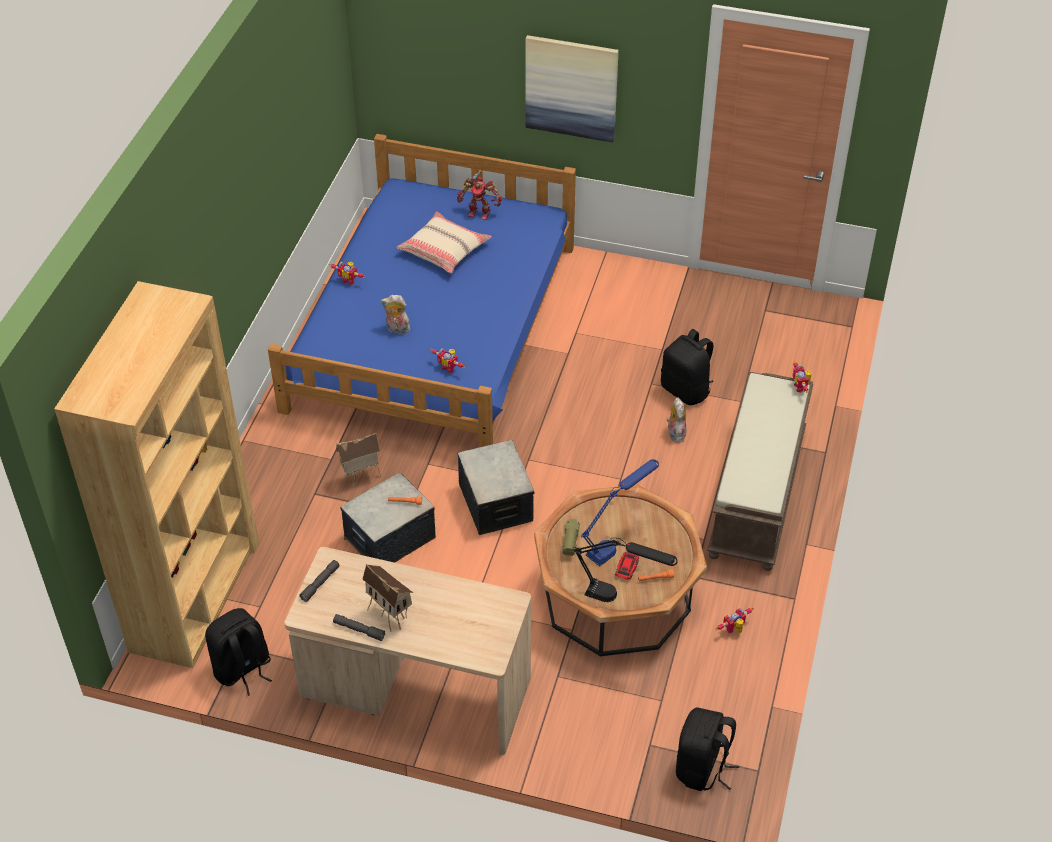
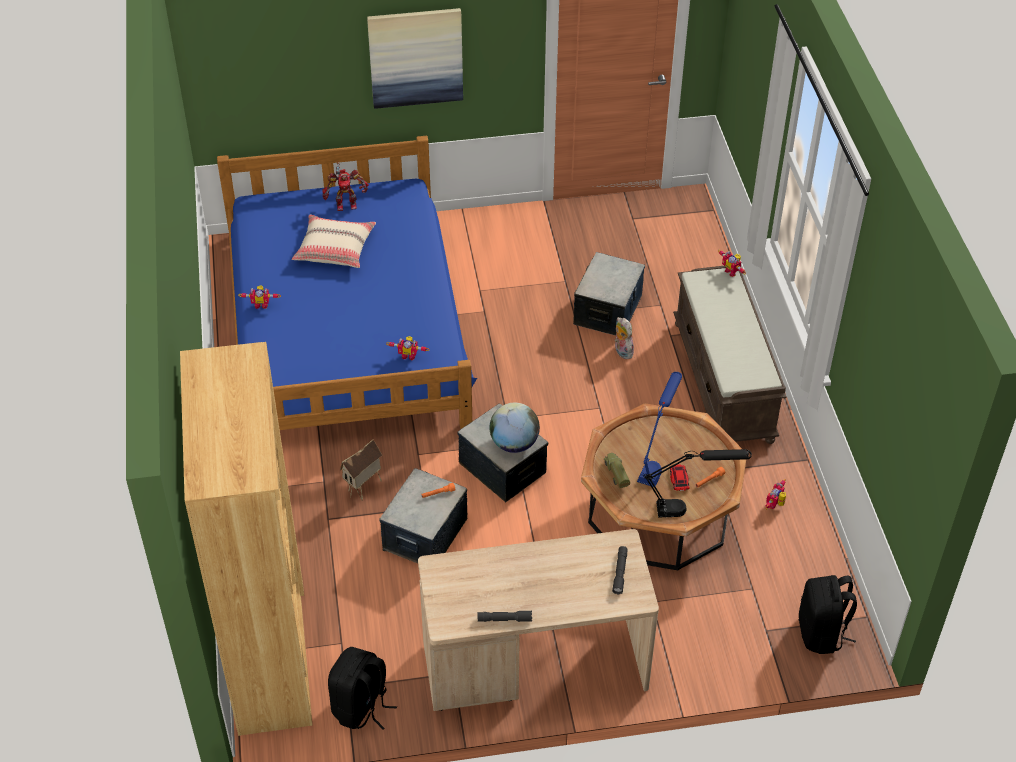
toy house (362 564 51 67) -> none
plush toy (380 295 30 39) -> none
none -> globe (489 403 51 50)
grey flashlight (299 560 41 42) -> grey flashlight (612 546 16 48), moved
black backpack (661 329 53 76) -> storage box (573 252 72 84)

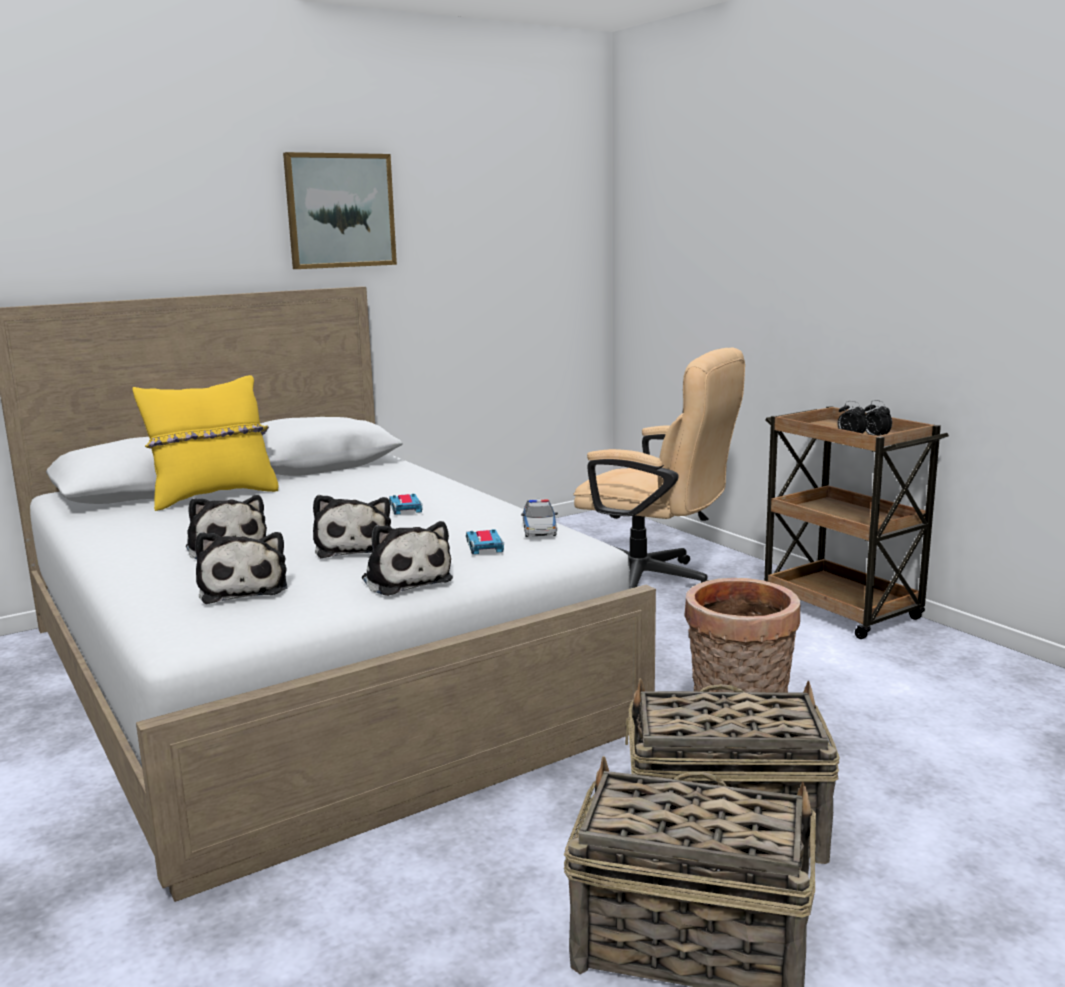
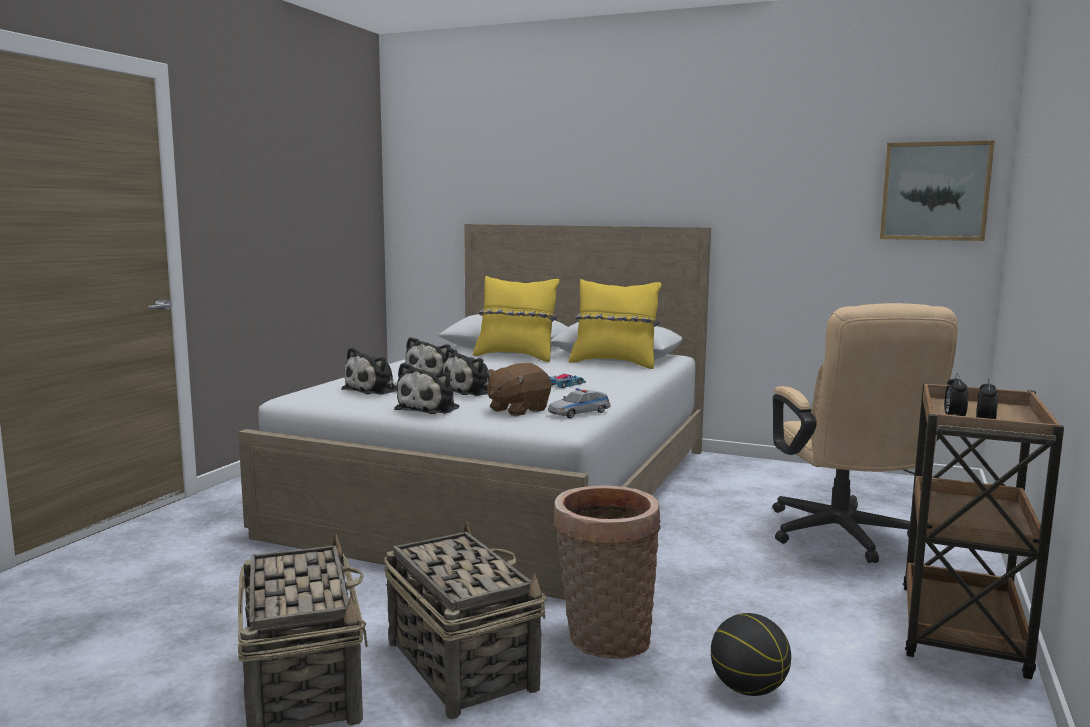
none -> yellow pillow (569 279 92 90)
none -> basketball (711 613 80 83)
picture (283 152 114 117) -> picture (880 140 115 101), moved
toy car (466 529 38 25) -> brown plush toy (487 363 64 53)

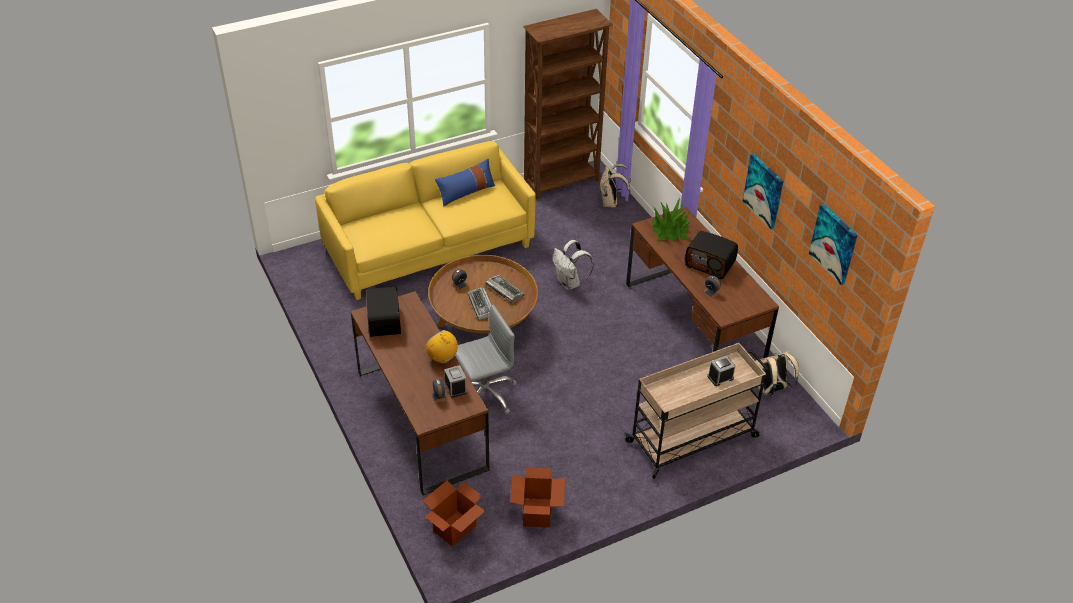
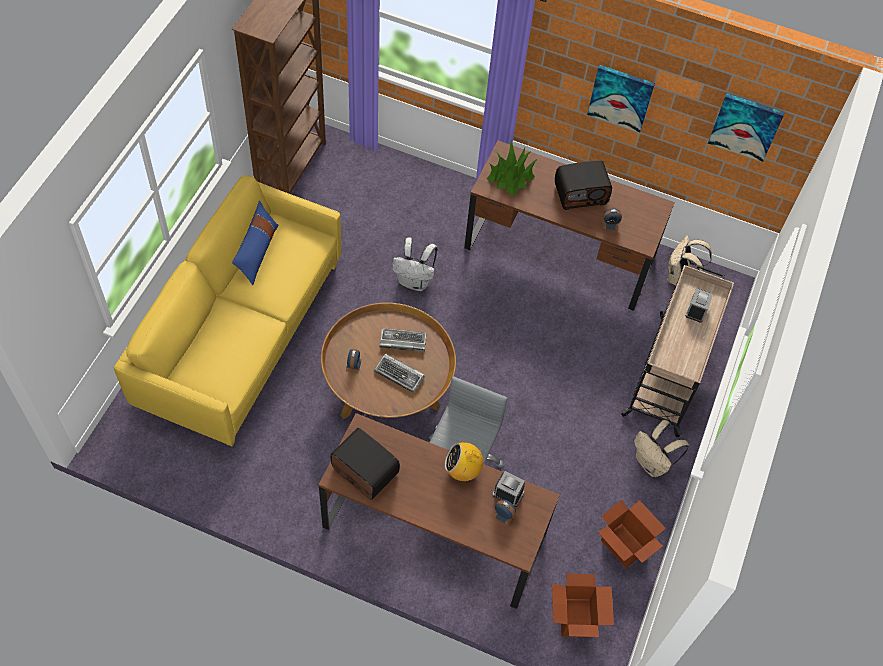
beige backpack (599 164 32 44) -> beige backpack (634 420 55 57), moved

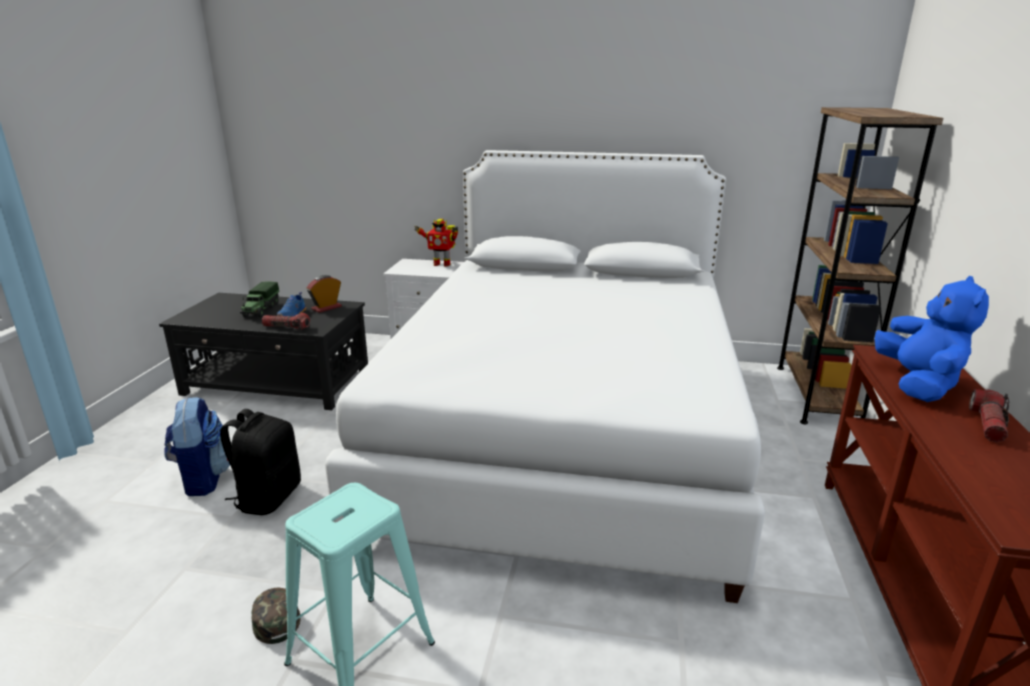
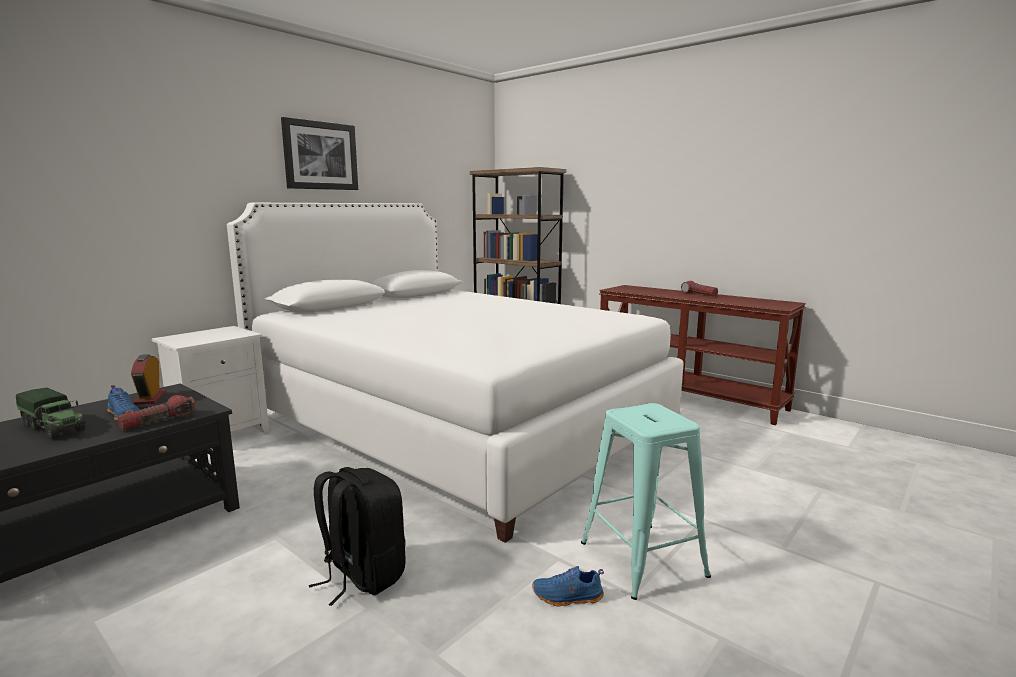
backpack (164 397 66 99) -> none
toy robot (414 219 44 48) -> none
blue plush toy (875 276 114 126) -> none
none -> picture (281 117 77 73)
green cap (252 587 48 57) -> blue shoe (532 566 72 41)

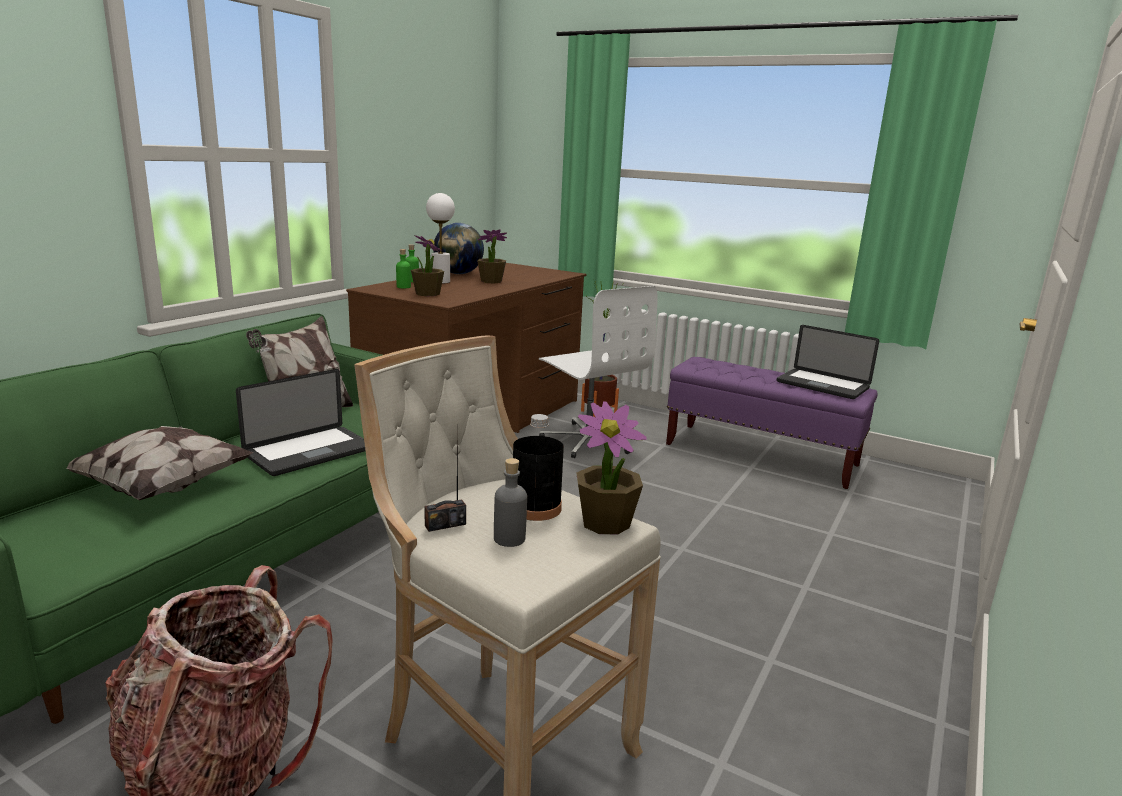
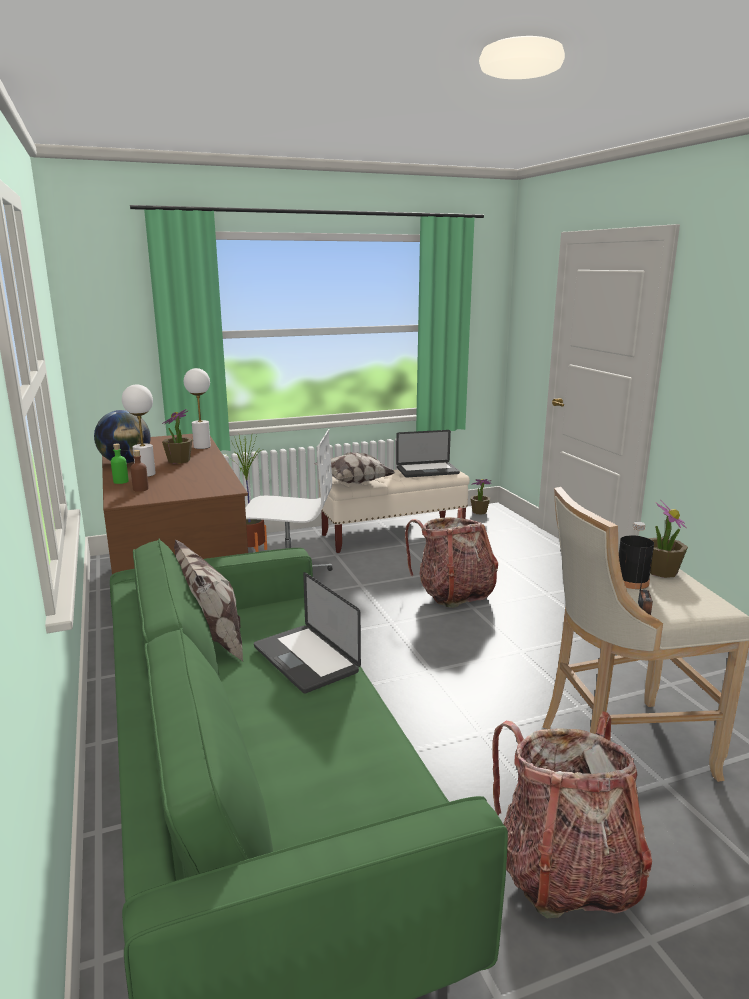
grey bottle (494 458 33 89) -> none
none -> white table lamp (184 368 27 81)
none -> backpack (405 507 93 101)
pillow (66 426 188 75) -> pillow (314 452 82 32), moved
potted plant (411 235 33 61) -> potted plant (470 479 22 36), moved
green bottle (396 249 15 39) -> brown bottle (131 450 18 42)
purple bench (666 357 211 132) -> beige bench (318 470 152 83)
laptop (236 369 130 107) -> laptop (254 572 107 121), 150 degrees clockwise

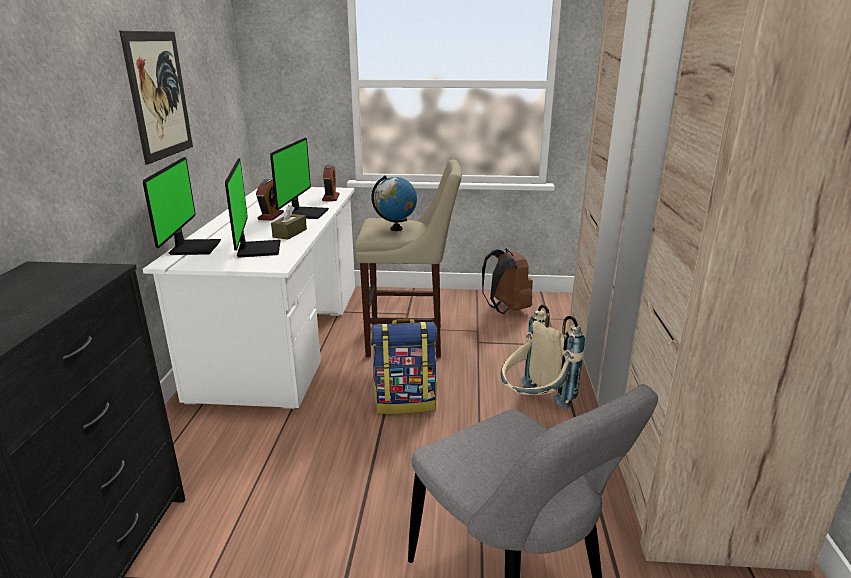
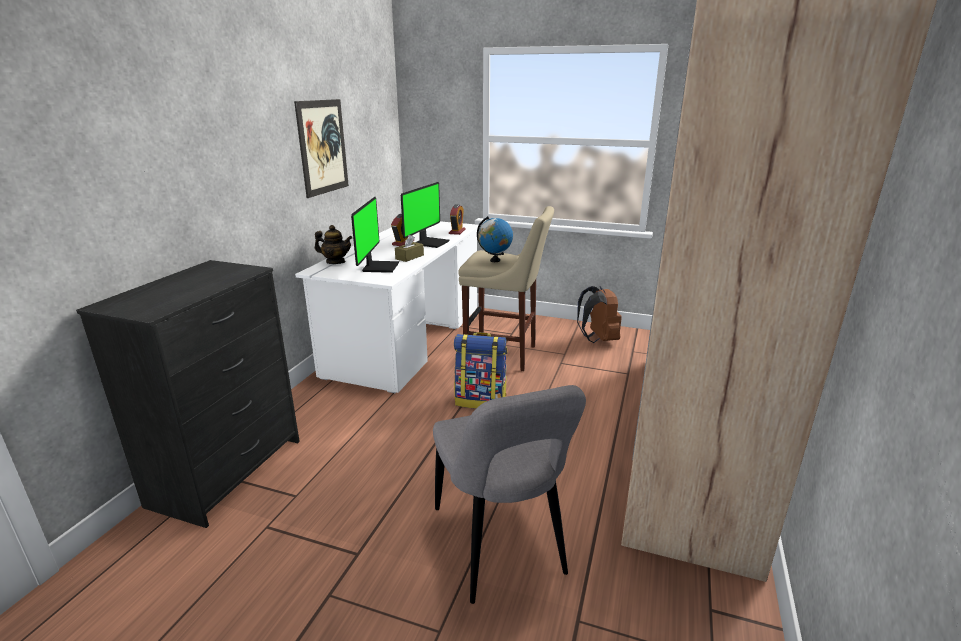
beige backpack (501 305 84 104) -> none
monitor (143 157 78 98) -> teapot (315 225 37 39)

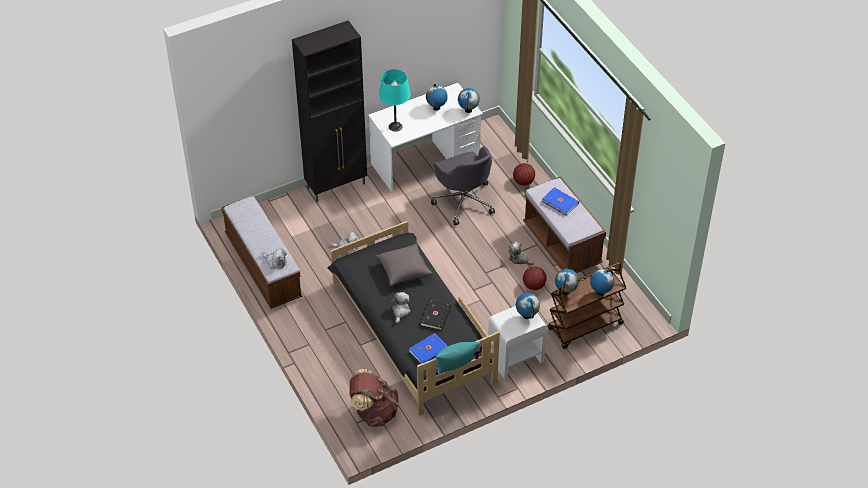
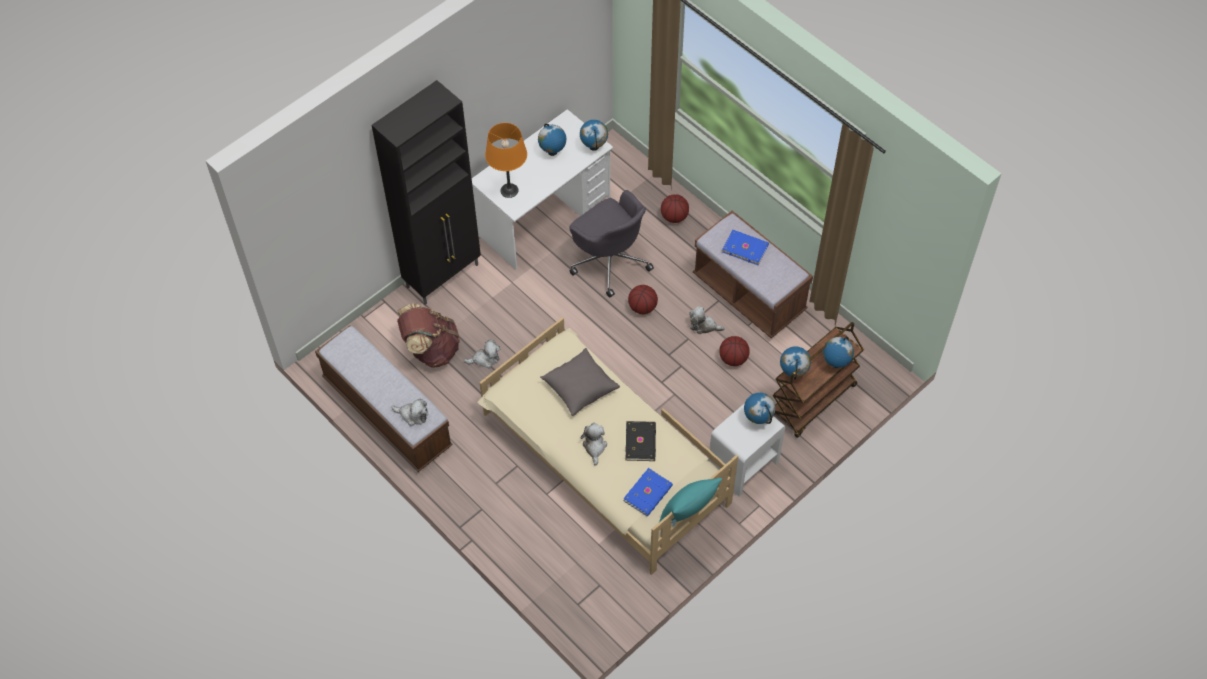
none -> basketball (628 285 30 29)
brown backpack (349 369 50 58) -> brown backpack (397 303 63 65), moved
black bed (327 221 173 195) -> beige bed (477 317 261 258)
turquoise table lamp (379 69 32 63) -> orange table lamp (485 123 42 75)

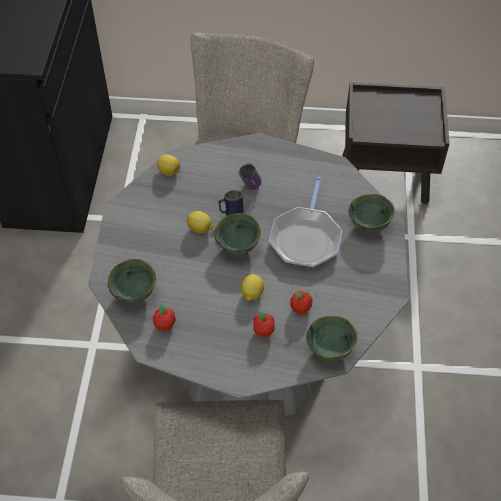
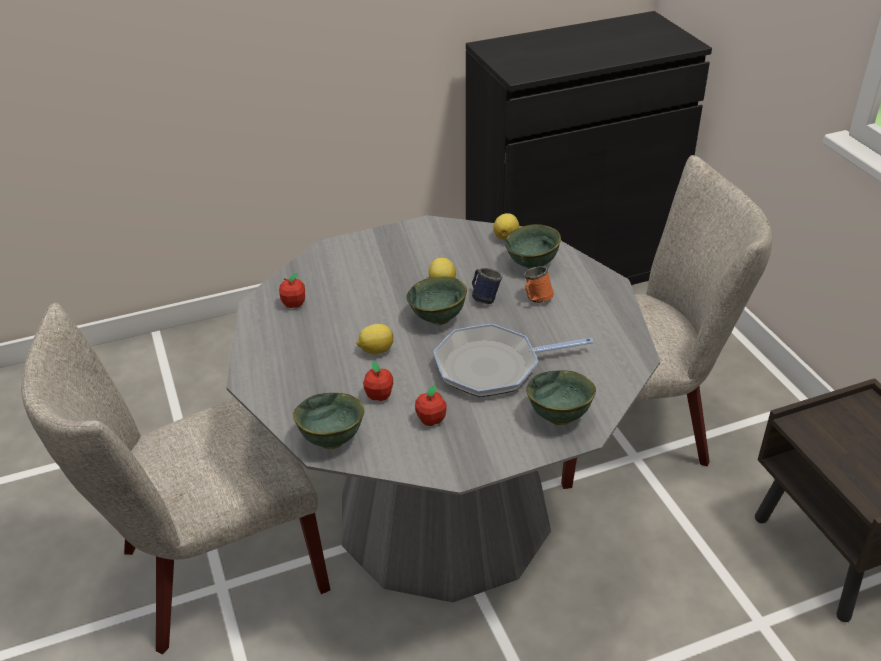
green bowl (108 259 48 44) -> green bowl (505 224 56 45), moved
apple (253 311 22 26) -> apple (415 385 31 41), moved
purple mug (239 164 22 25) -> orange mug (524 266 30 37)

